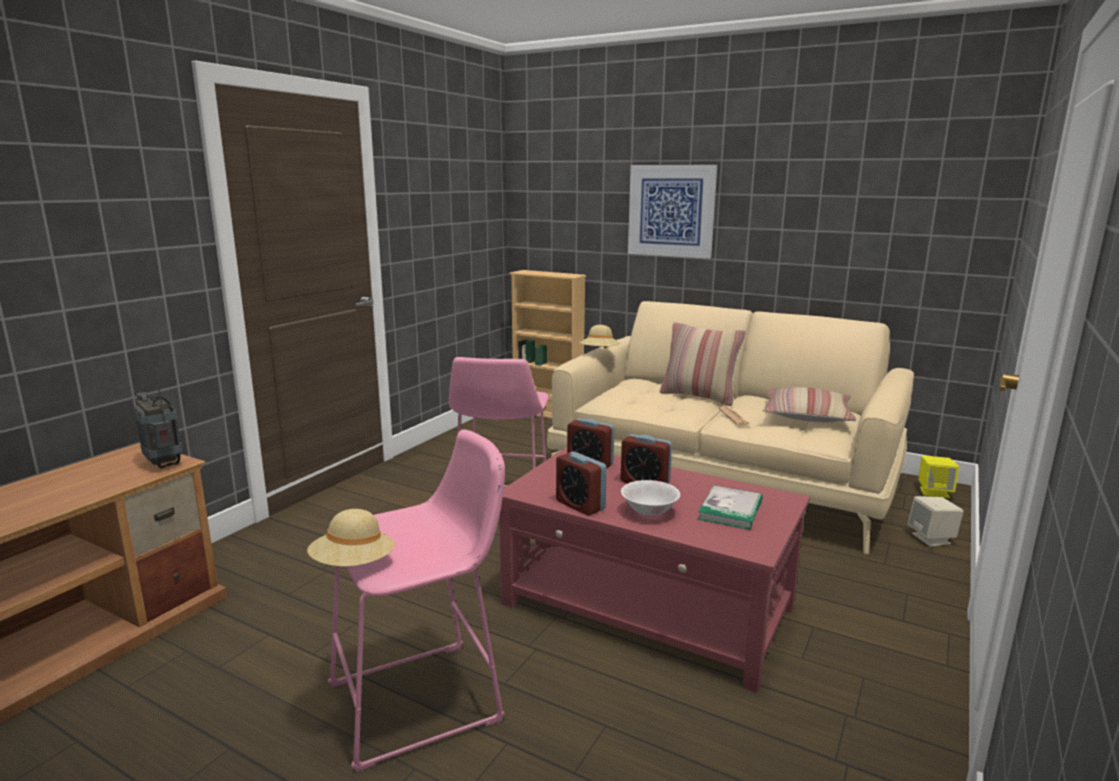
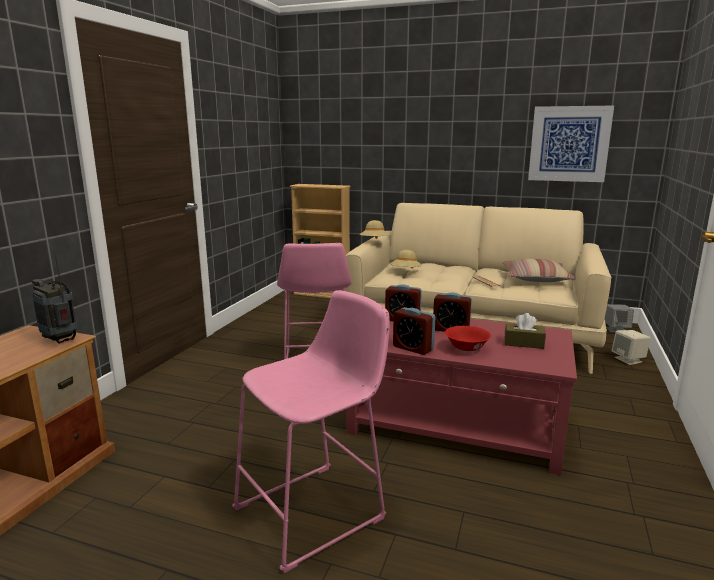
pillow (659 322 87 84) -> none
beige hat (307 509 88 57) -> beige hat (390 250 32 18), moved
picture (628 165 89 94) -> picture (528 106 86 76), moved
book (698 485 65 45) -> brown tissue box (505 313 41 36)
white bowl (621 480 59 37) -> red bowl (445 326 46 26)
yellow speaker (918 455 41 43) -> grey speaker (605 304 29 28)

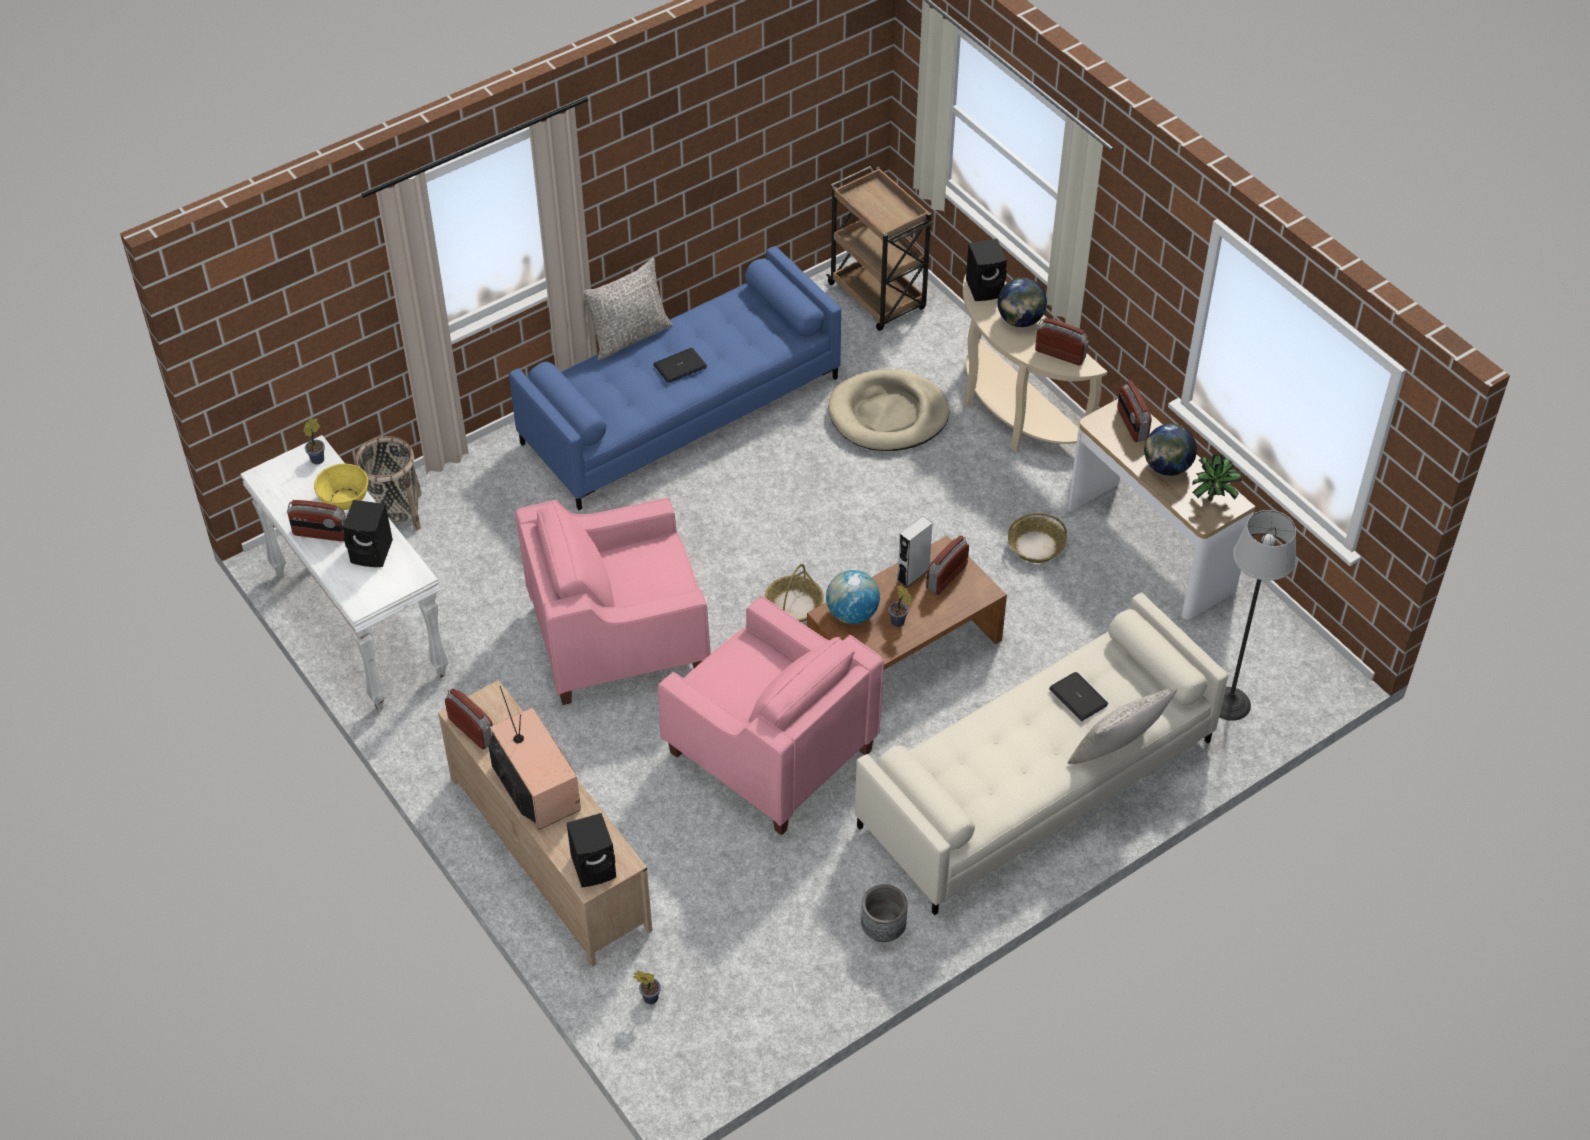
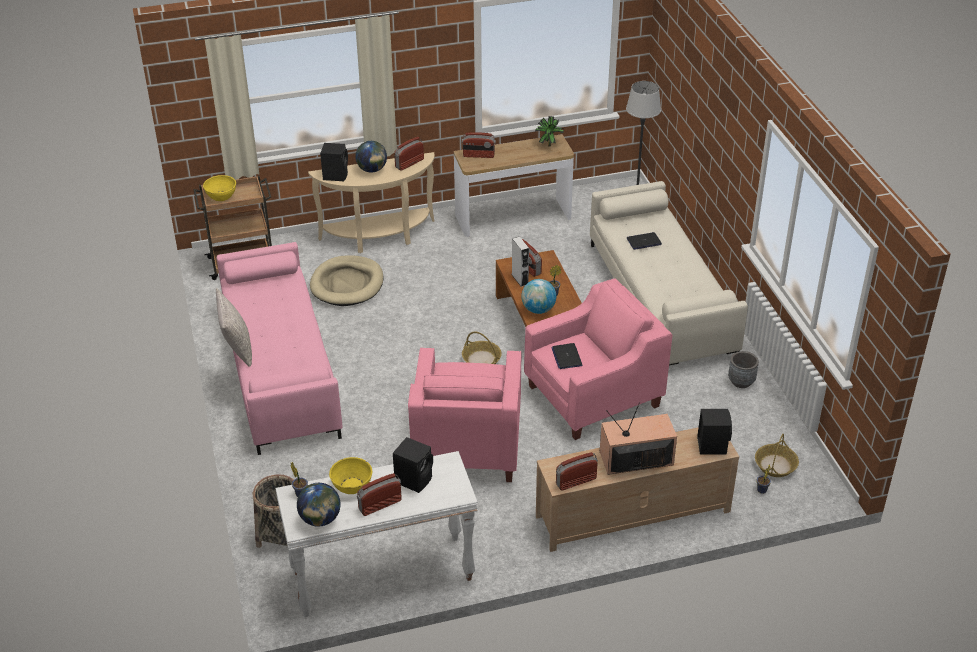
grey pillow (1068 688 109 76) -> none
none -> yellow bowl (203 175 33 26)
laptop (654 348 53 35) -> laptop (552 343 30 26), moved
basket (1008 513 59 50) -> basket (755 434 44 43), moved
globe (1144 424 53 52) -> globe (297 483 44 44), moved
blue sofa (509 246 332 264) -> pink sofa (217 242 126 213)
radio (287 500 59 42) -> radio (357 473 45 43), 150 degrees counterclockwise

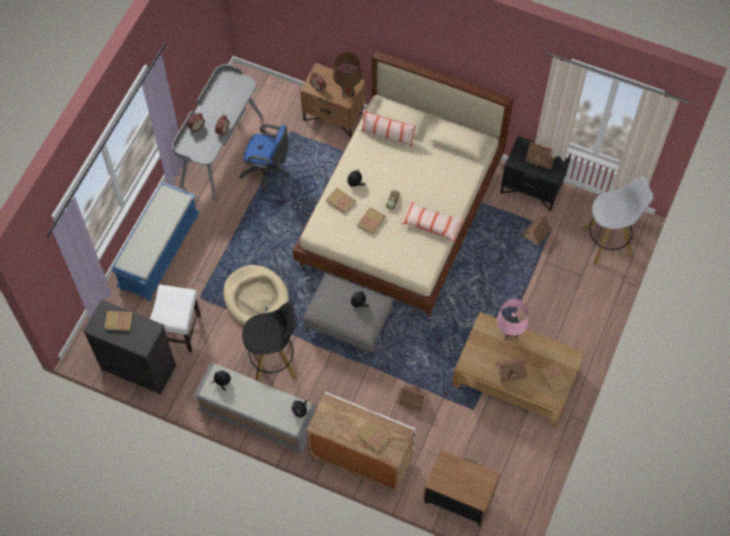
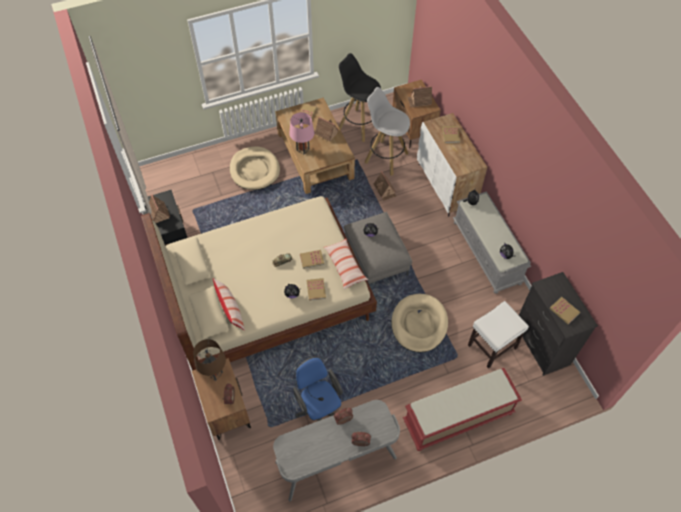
none -> beige dog bed (230 146 50 44)
black stool (242 301 55 81) -> black stool (339 53 42 89), moved
pillow (401 201 63 41) -> pillow (323 239 45 50), moved
toy house (522 215 29 30) -> toy house (407 86 25 22), moved
white stool (582 176 71 89) -> white stool (365 87 45 89), moved
blue bench (111 182 88 119) -> red bench (403 368 119 83)

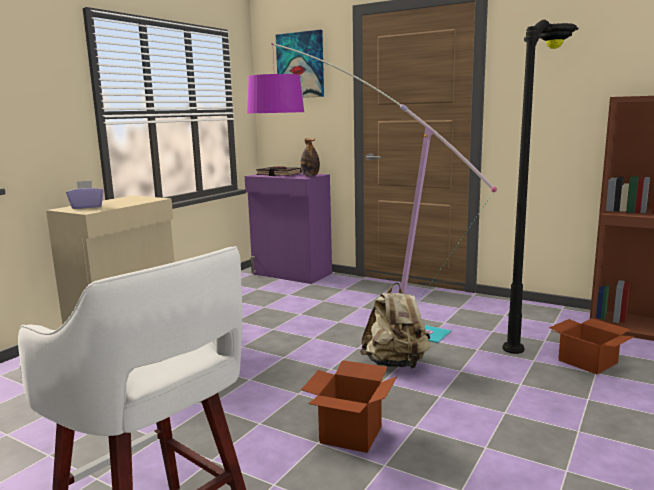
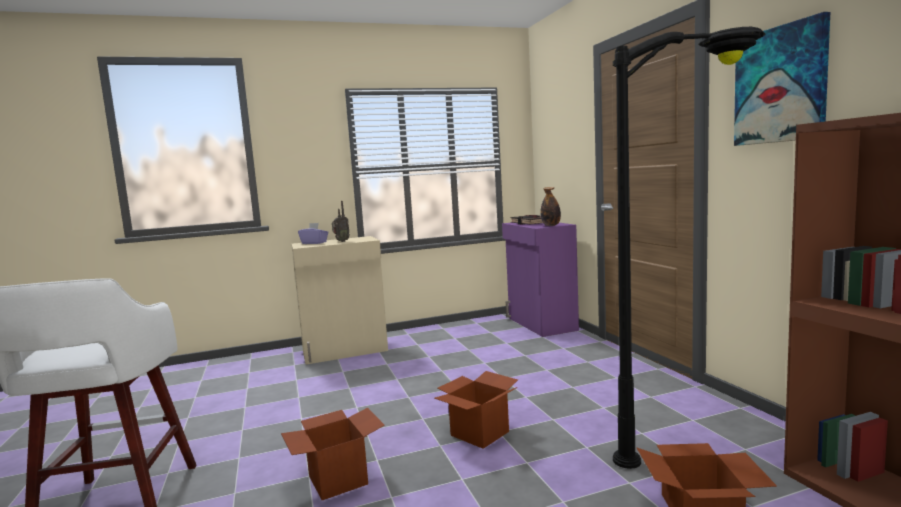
floor lamp (247 43 250 300) -> none
none -> radio (332 201 18 41)
picture (276 30 48 68) -> picture (734 12 96 134), moved
beige backpack (360 283 70 86) -> cardboard box (434 371 84 78)

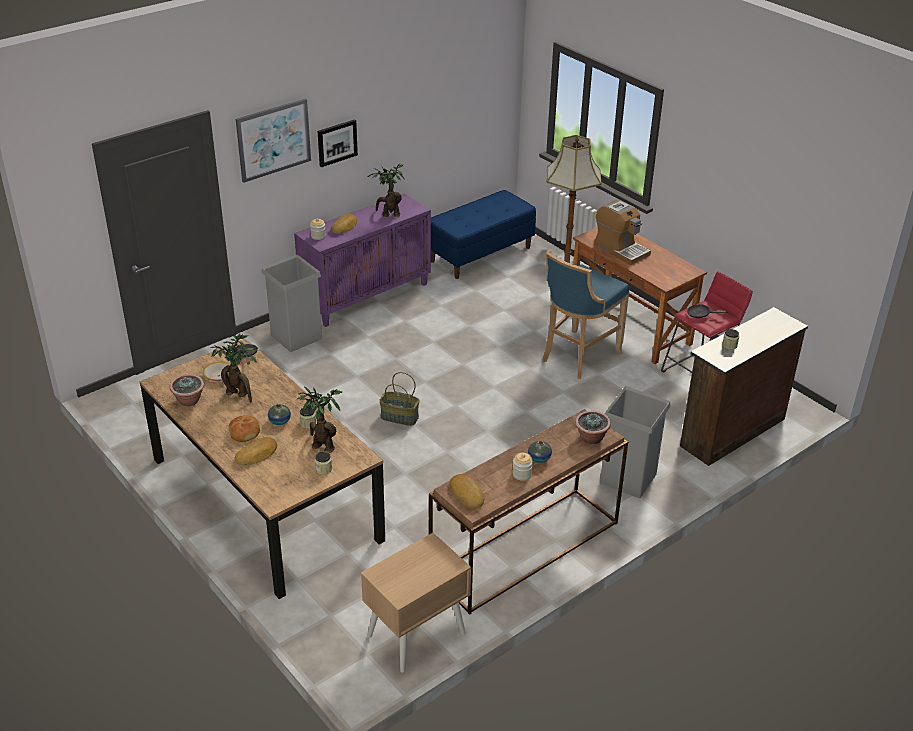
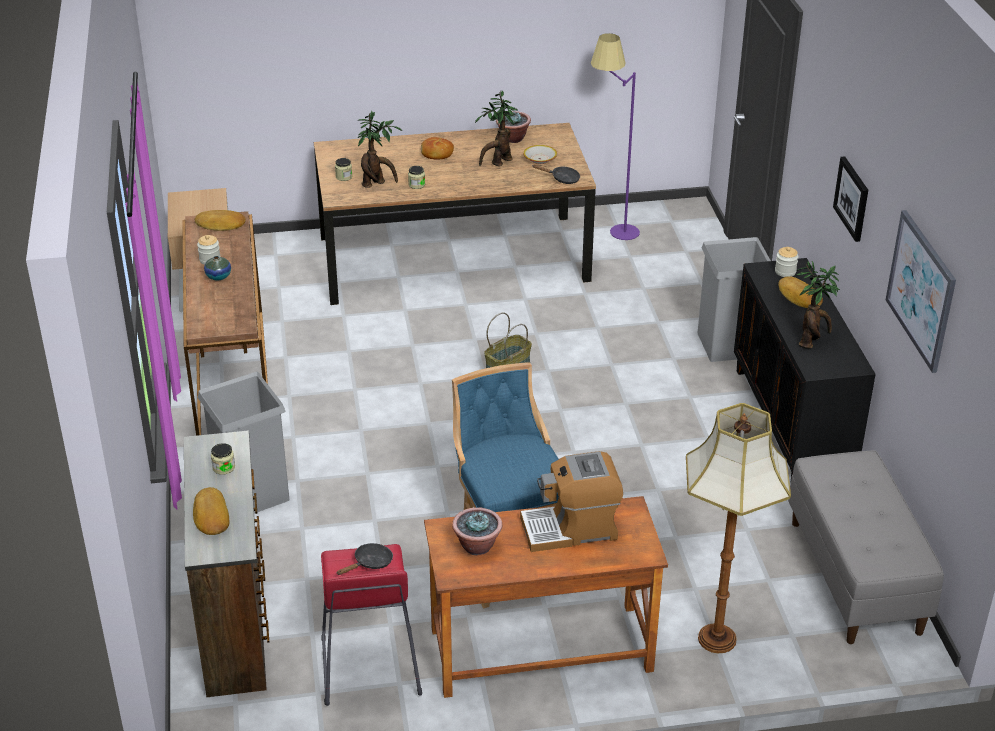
vase (268 404 23 21) -> none
none -> purple floor lamp (590 33 50 207)
bread (235 437 42 28) -> bread (193 487 37 48), moved
picture (236 98 75 85) -> picture (886 210 70 163), moved
potted plant (575 411 36 33) -> potted plant (452 507 50 49), moved
purple cabinet (294 193 137 134) -> black cabinet (734 258 142 226)
blue bench (431 190 105 89) -> grey bench (788 450 156 194)

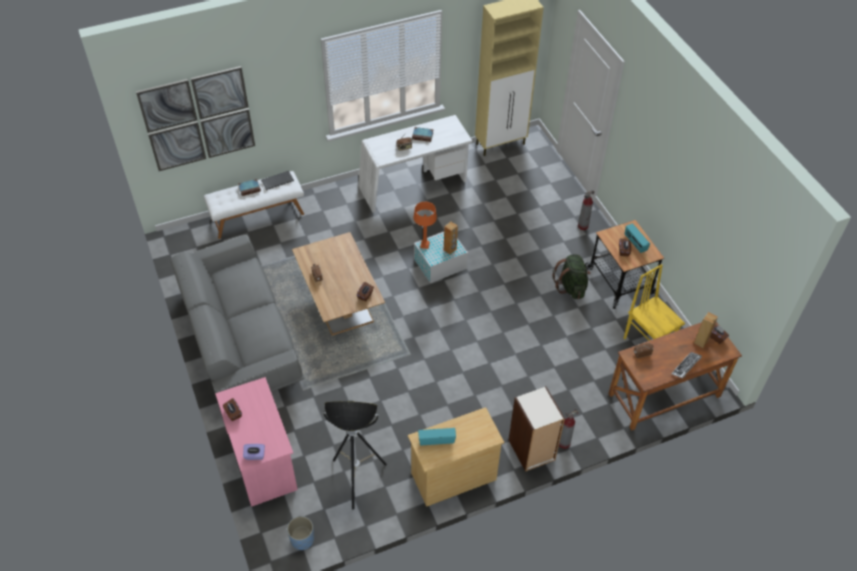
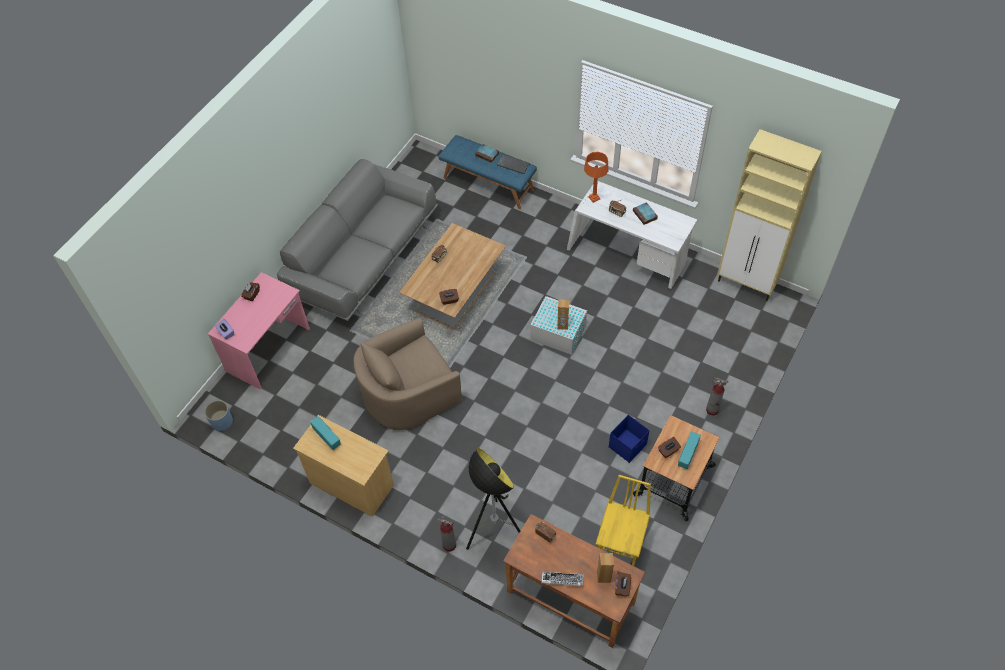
picture (136 66 119 105) -> none
bookcase (509 386 56 86) -> none
none -> beige armchair (353 318 109 112)
floor lamp (323 401 64 109) -> floor lamp (466 448 54 102), moved
orange table lamp (414 202 23 47) -> orange table lamp (584 152 24 51), moved
green backpack (552 254 38 45) -> blue storage box (609 415 41 48)
white bench (203 171 101 68) -> blue bench (438 135 99 74)

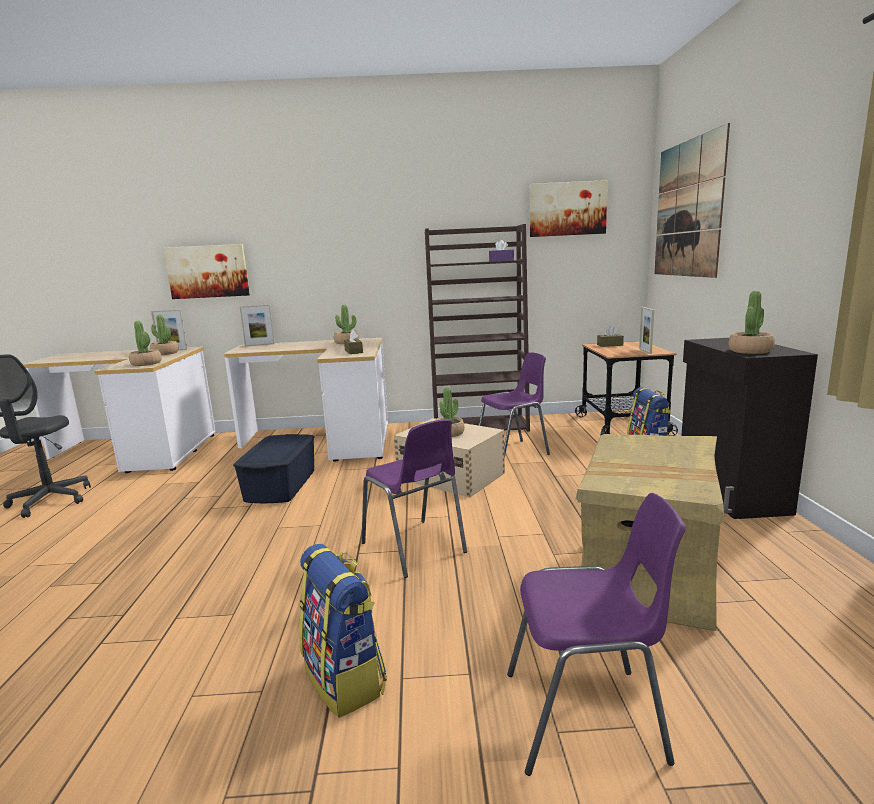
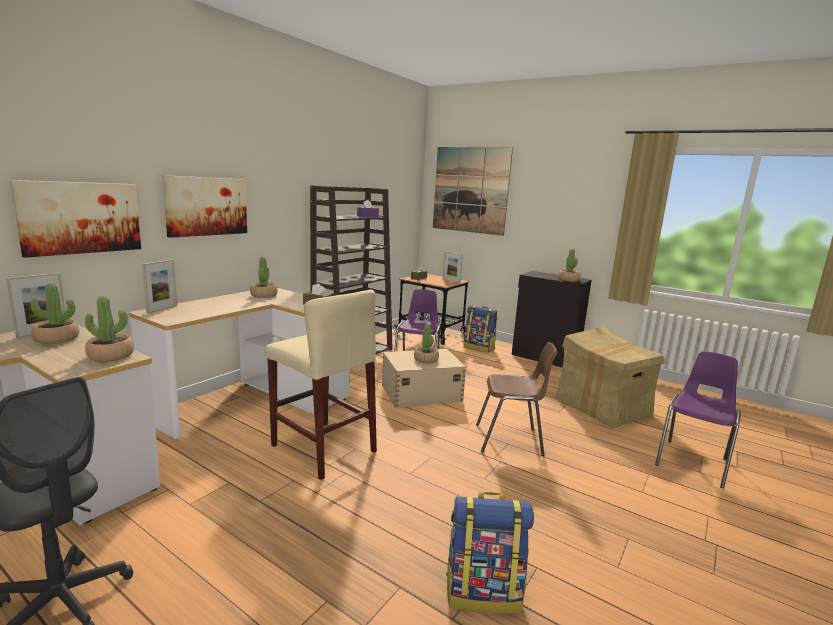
backpack (299 544 88 174) -> backpack (446 492 88 122), moved
picture (530 180 78 57) -> picture (162 175 85 63), moved
blue storage box (233 434 82 69) -> beige stool (265 290 112 190)
purple chair (361 419 106 159) -> brown chair (476 342 82 114)

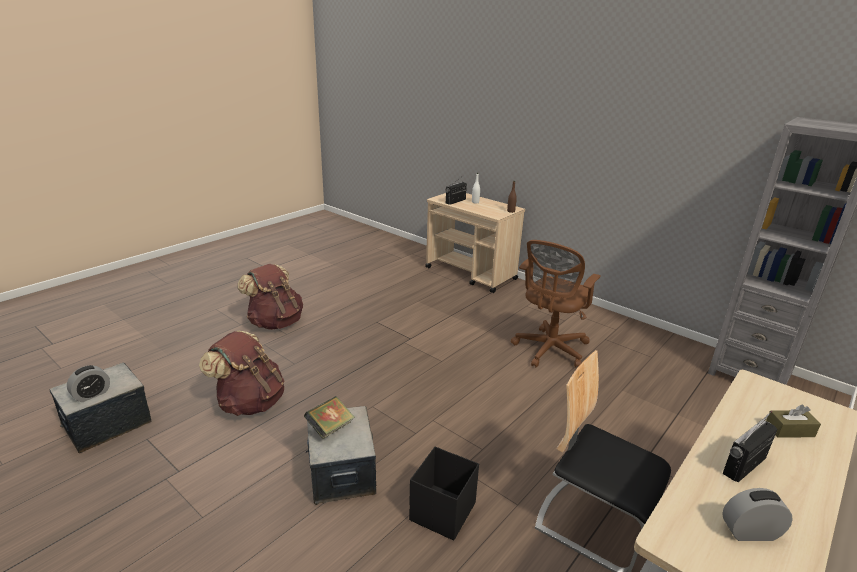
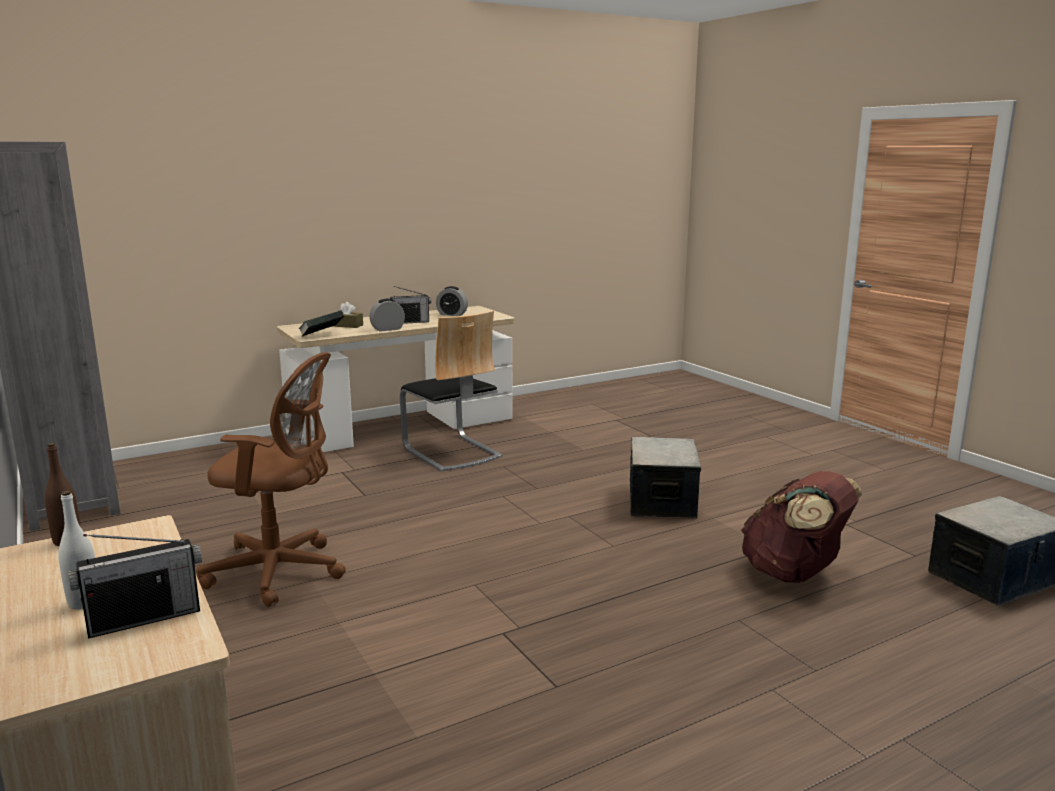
brown backpack (238 264 65 66) -> none
black storage box (409 447 70 94) -> none
alarm clock (67 365 43 37) -> alarm clock (369 299 36 33), moved
book (304 396 51 43) -> book (299 310 45 27), moved
brown office chair (511 240 90 128) -> brown office chair (196 352 150 255), 45 degrees clockwise

